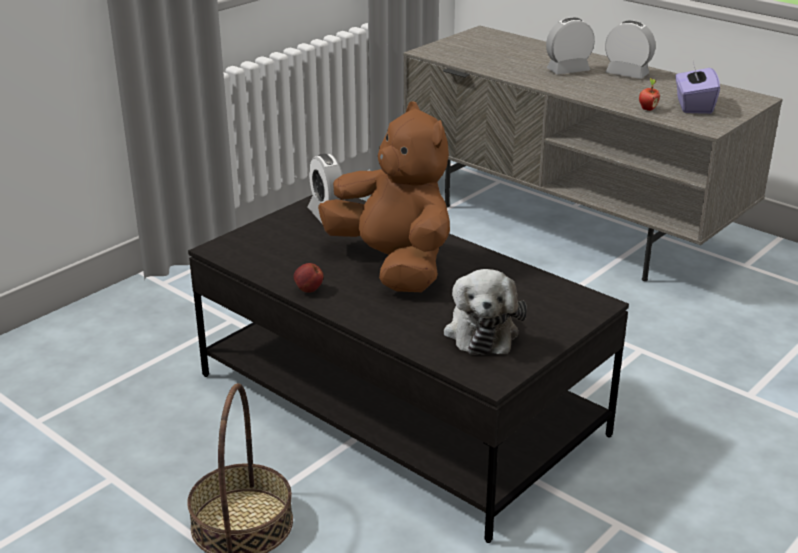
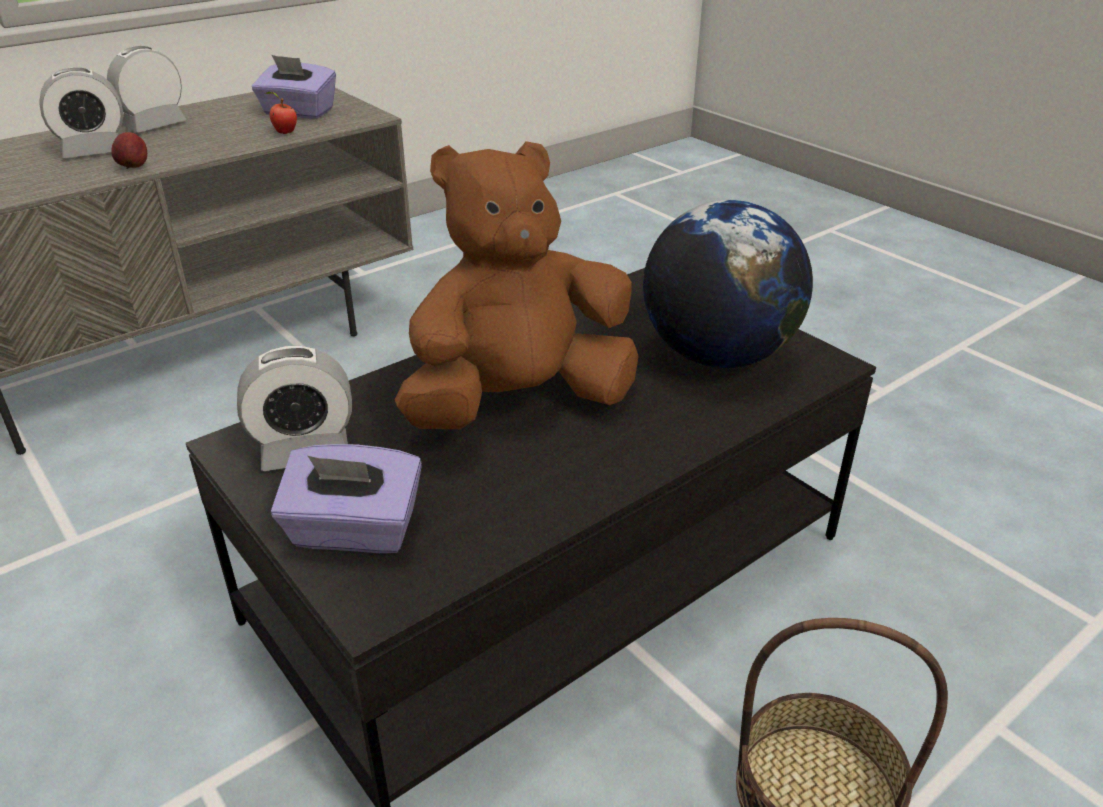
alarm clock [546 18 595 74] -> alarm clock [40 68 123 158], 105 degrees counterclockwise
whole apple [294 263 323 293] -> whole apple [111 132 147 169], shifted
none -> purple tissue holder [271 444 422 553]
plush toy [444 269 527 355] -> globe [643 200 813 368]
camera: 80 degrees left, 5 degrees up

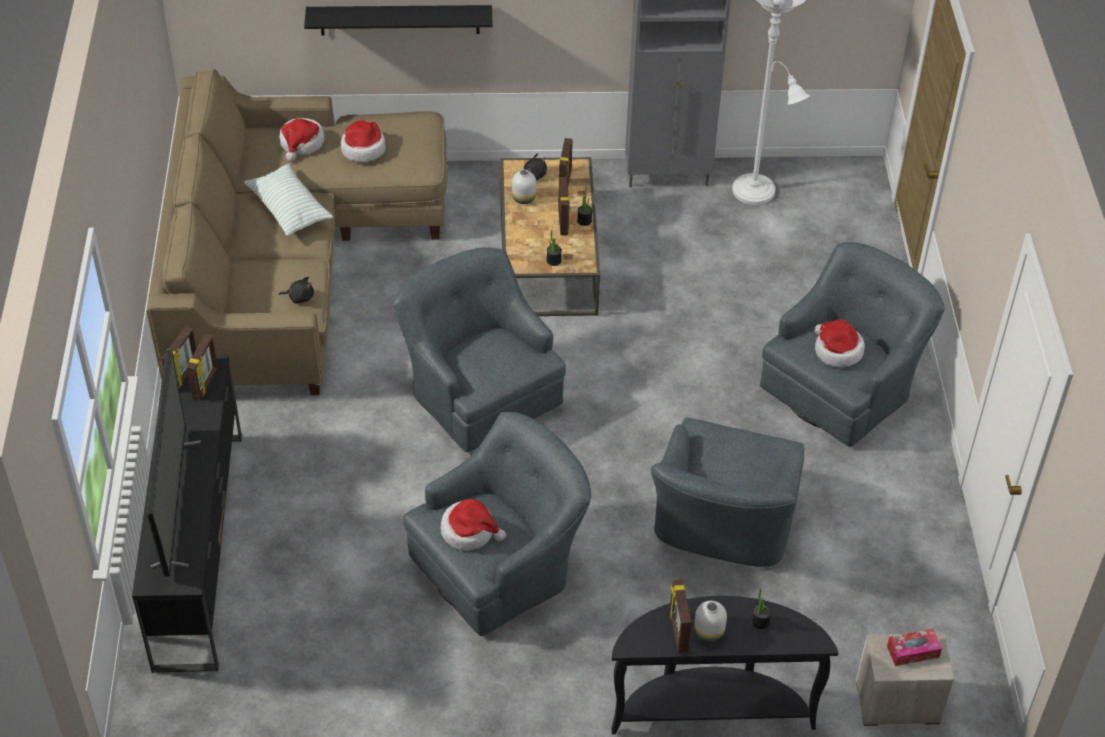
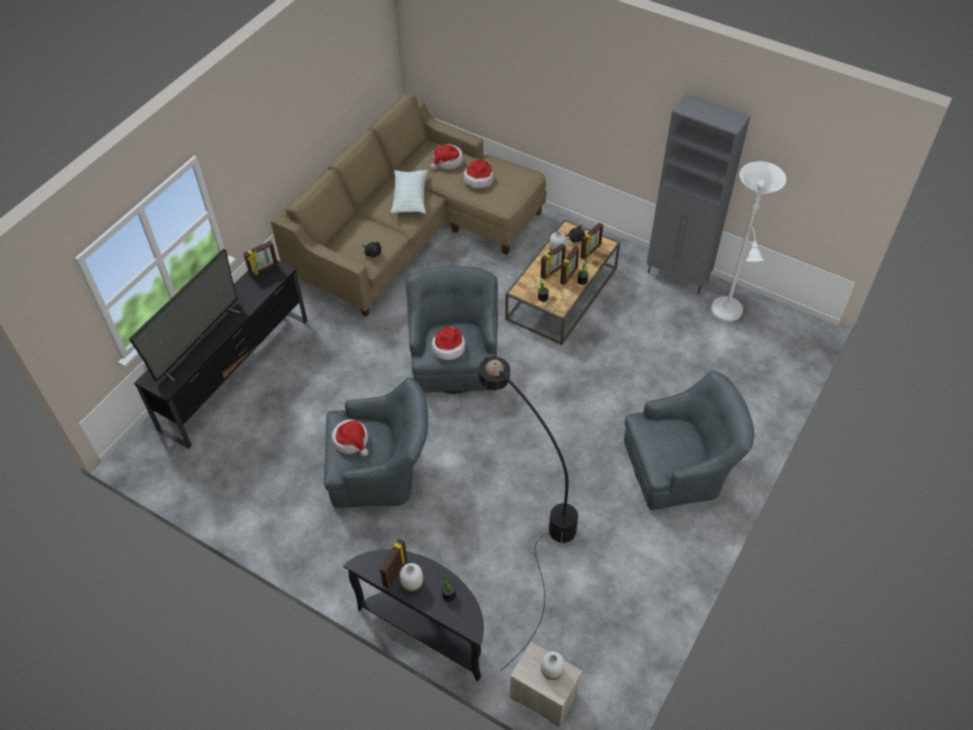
hat [815 319 865 368] -> hat [432 326 465 360], shifted
grey lounge chair [651 417 804 567] -> blackish floor lamp [478 357 578 671]
standing frame [186 334 218 400] -> standing frame [541 243 566 279], shifted
tissue holder [887 629 942 666] -> whitish vase [541 651 564 680]
blackish bracket shelf [304 5 493 36] -> none
camera: 35 degrees right, 5 degrees up

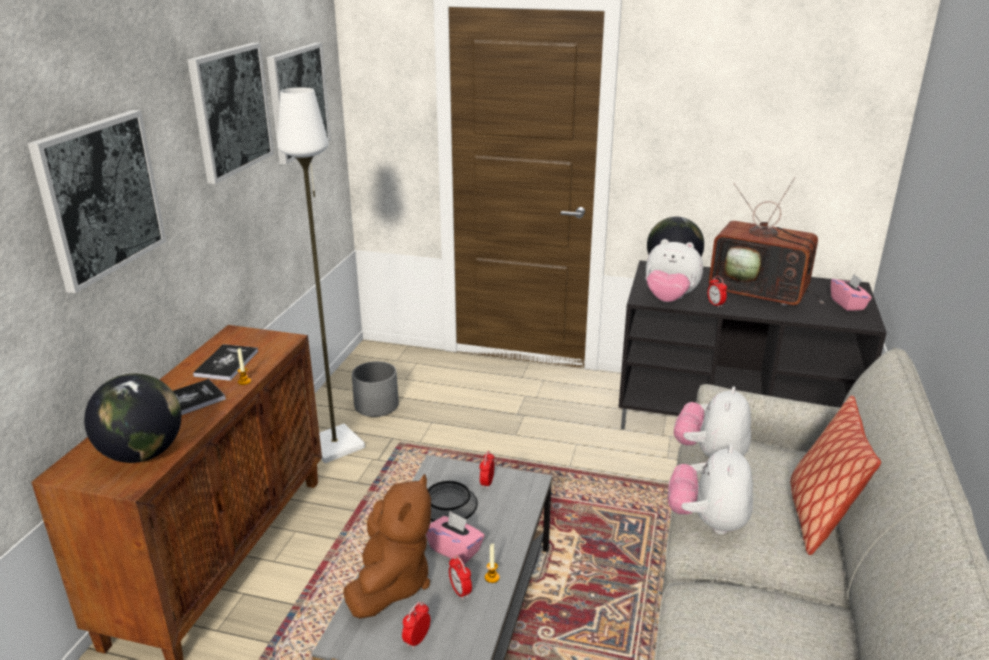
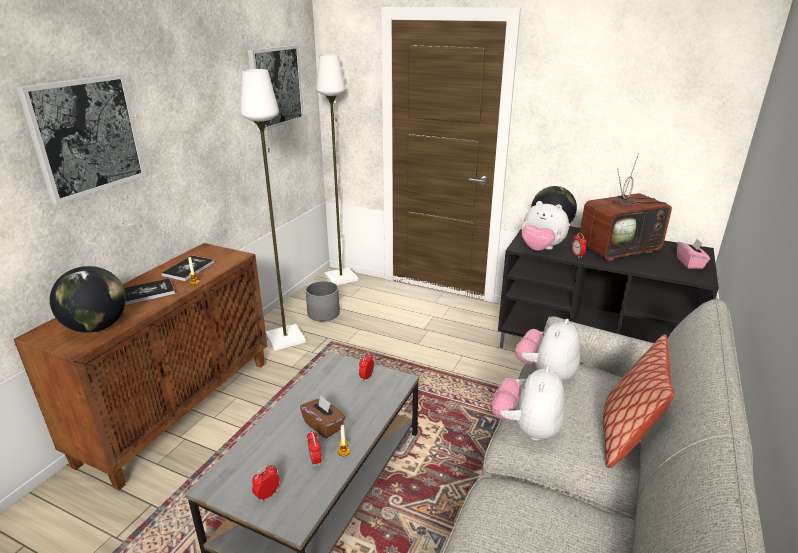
pinkish tissue holder [426 511 485 565] -> brown-coloured tissue holder [300 395 345 439]
none -> whitish floor lamp [316 55 358 285]
TV [709 177 824 307] -> TV [580 153 672 261], 60 degrees counterclockwise
wall art [188 43 274 184] -> none
brown-coloured plush toy [343 474 431 619] -> none
bowl [428 481 478 522] -> none
camera: 10 degrees right, 0 degrees up

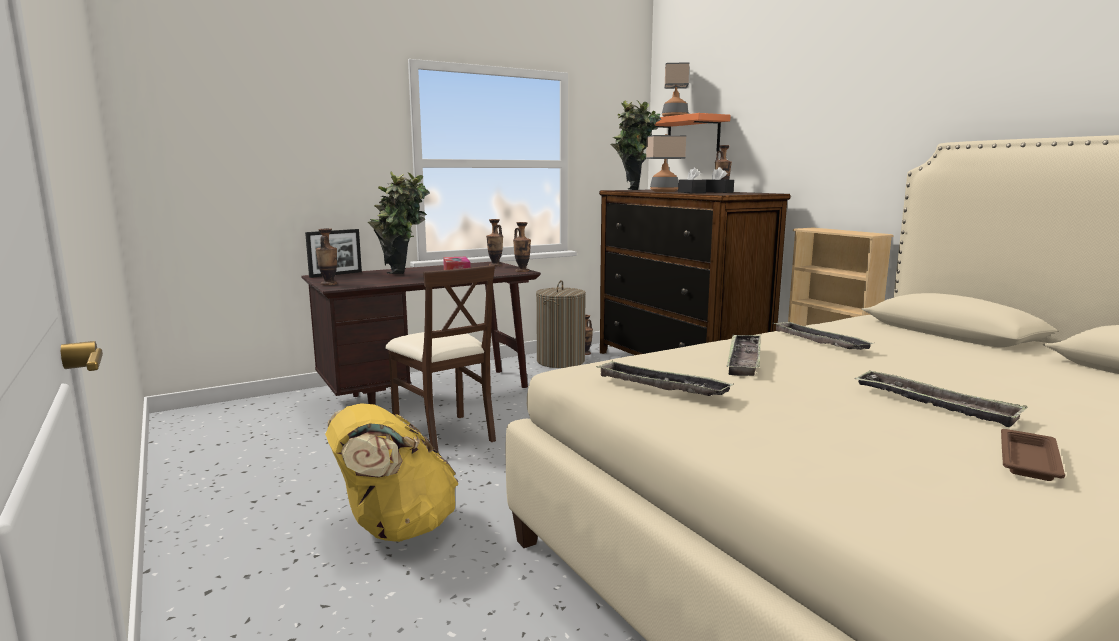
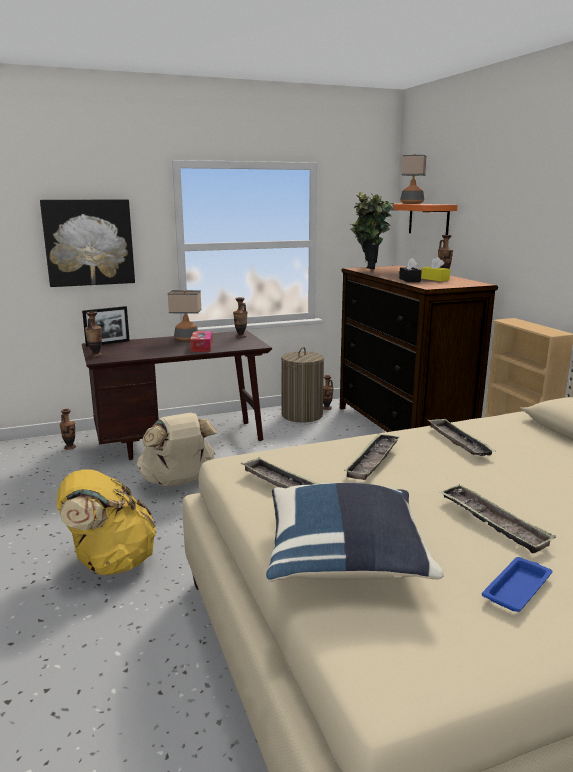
none -> wall art [40 199 135 287]
vase [513 222 531 272] -> vase [60 409 76 450], shifted
beige upright chair [385 265 496 451] -> beige rucksack [137 413 217 487]
tabletop lamp [646 134 686 192] -> tabletop lamp [168 290 201 341], shifted
none -> bluish pillow [266 483 444 582]
blackish tissue holder [706 167 734 193] -> yellow-coloured tissue holder [421 257 450 281]
brown-coloured carrying tray [1001 429 1065 481] -> bluish carrying tray [482 557 552 612]
plant in a pot [368 171 430 274] -> none
camera: 10 degrees right, 5 degrees up

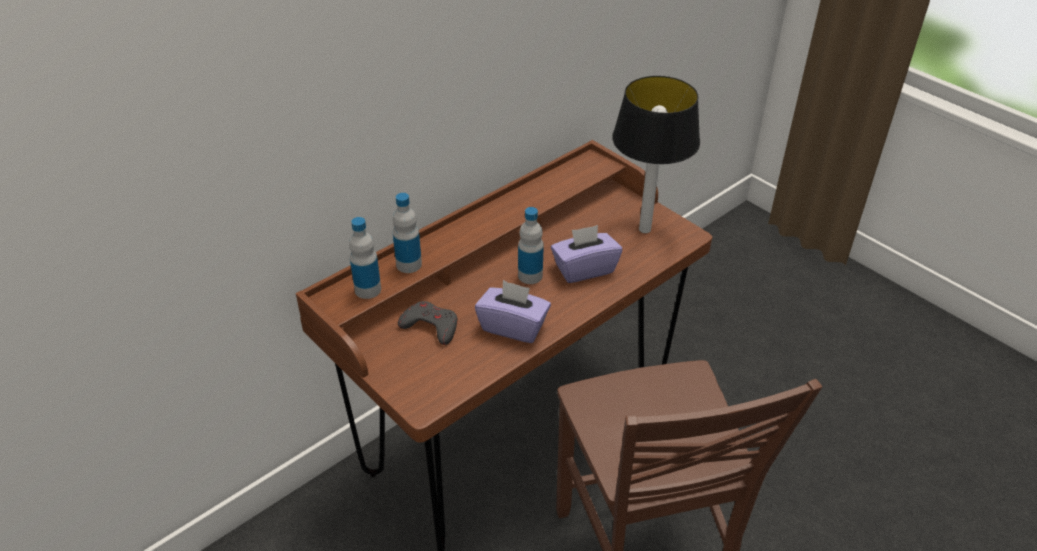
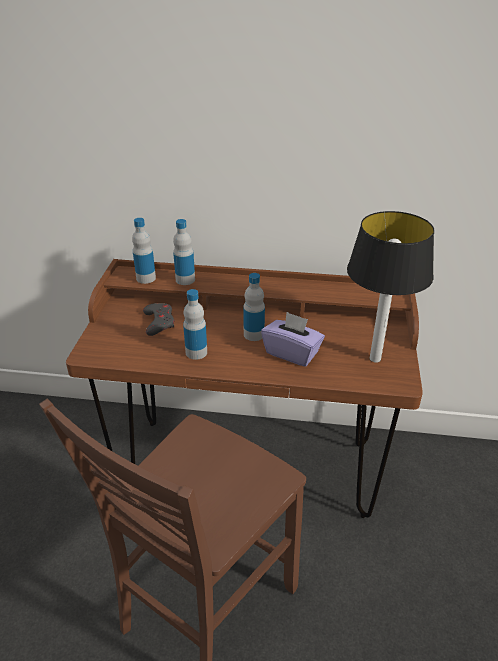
purple tissue holder [475 280 551 343] -> bottle [183 289 207 360]
camera: 50 degrees right, 5 degrees down

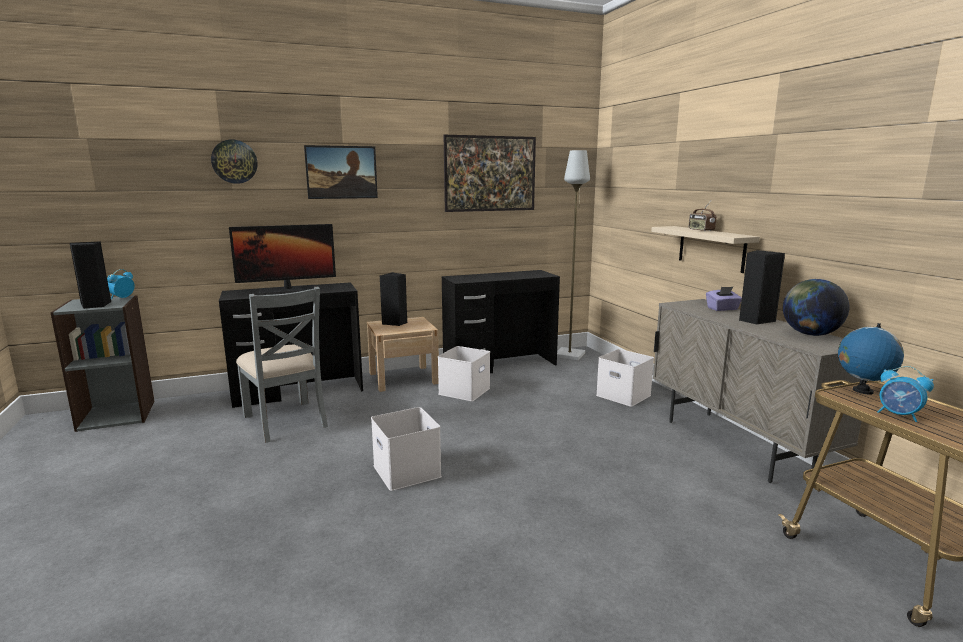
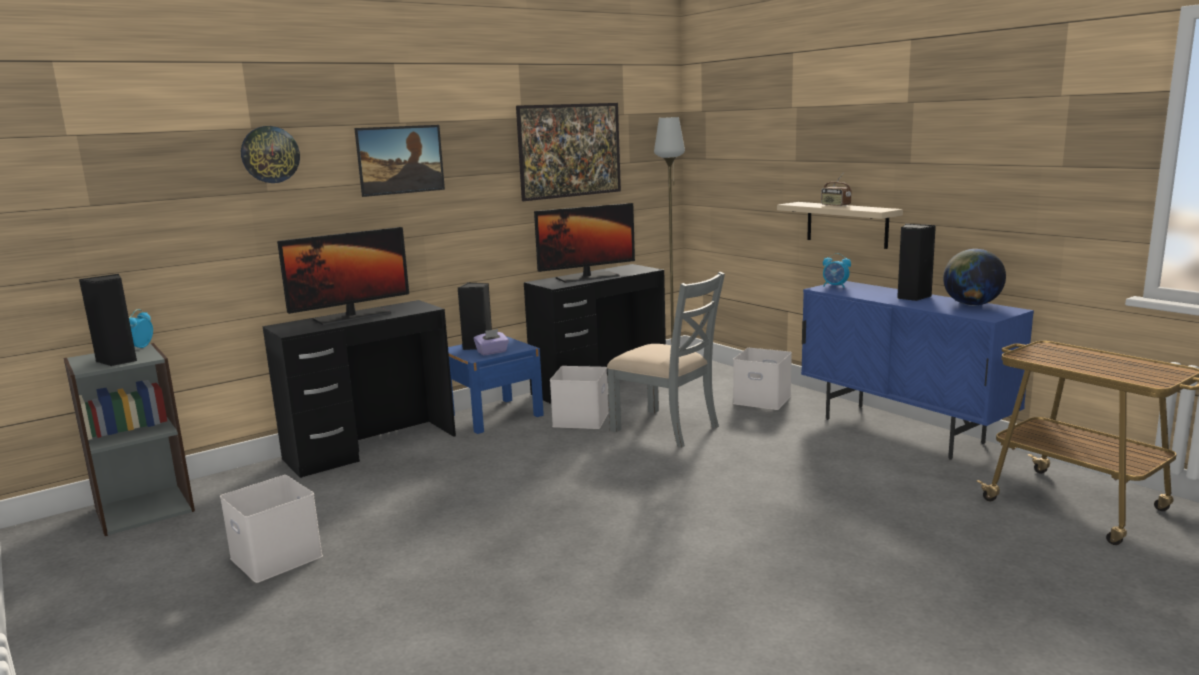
whitish storage container [371 407 442 491] -> whitish storage container [220 475 323 583], shifted
beige nightstand [367 317 439 392] -> bluish nightstand [448 336 544 434]
purple tissue holder [706 287 742 311] -> purple tissue holder [474 329 509 355], shifted
none -> monitor [534 203 635 283]
grey upright chair [236 286 328 443] -> grey upright chair [607 272 725 448], shifted
beige cupboard [653 299 861 483] -> bluish cupboard [801 281 1034 460]
alarm clock [878 366 934 422] -> alarm clock [823 253 851 288], shifted
globe [838 323 904 395] -> none
camera: 15 degrees left, 0 degrees up

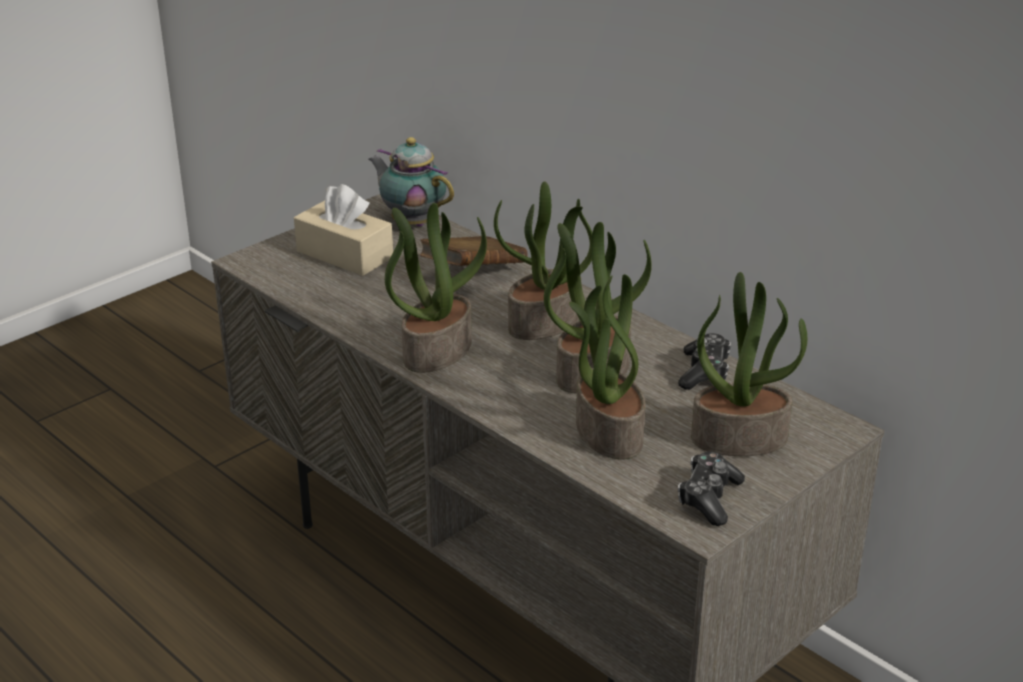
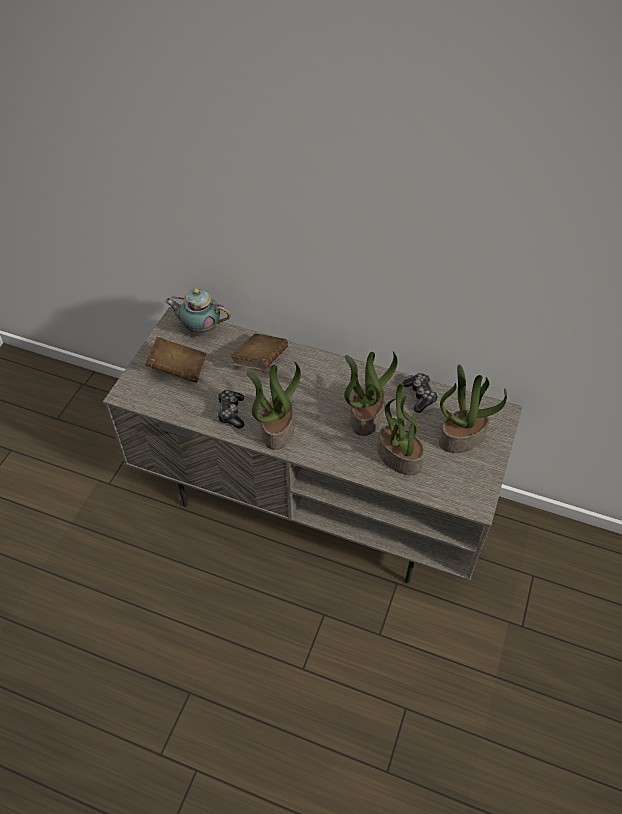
beige tissue holder [294 184 393 276] -> brown-coloured volume [145 337 207 383]
joypad [678 452 745 526] -> joypad [217 390 244 429], shifted
plant in a pot [494 181 592 340] -> none
camera: 25 degrees left, 20 degrees up

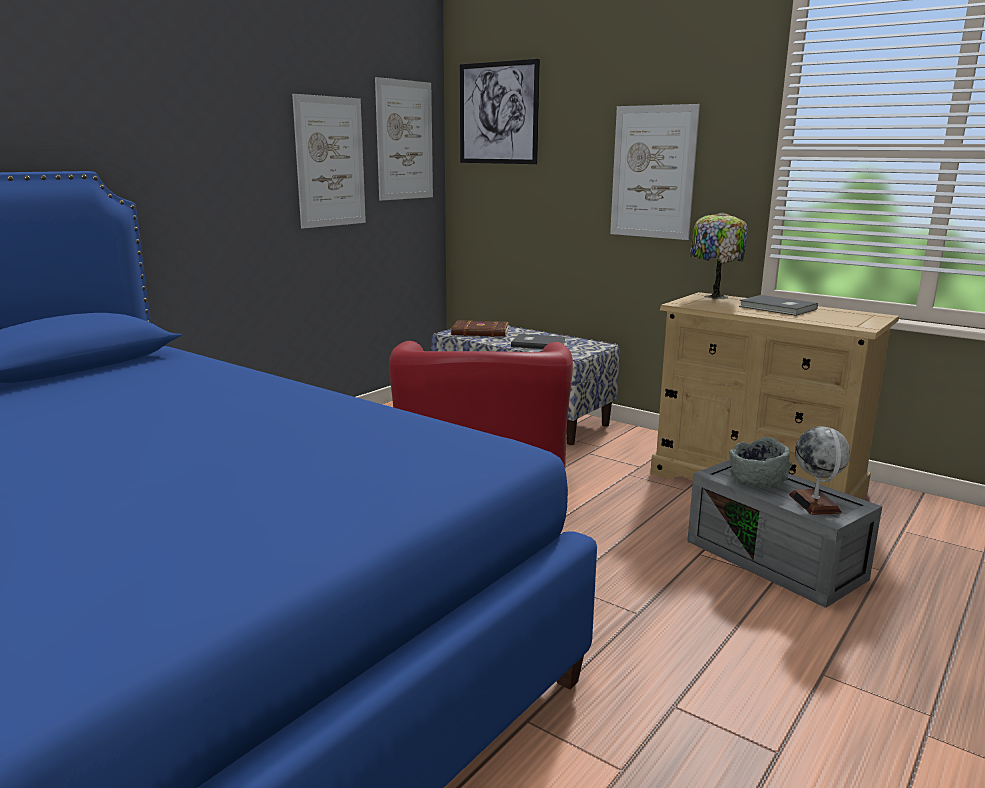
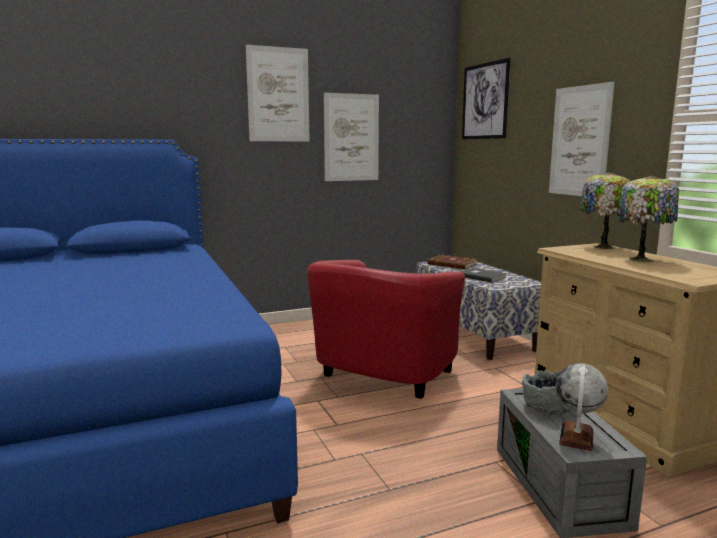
wall art [375 77 433 201] -> wall art [246 45 310 141], shifted
grey volume [739 295 818 316] -> tabletop lamp [619 176 679 262]
camera: 30 degrees right, 5 degrees down

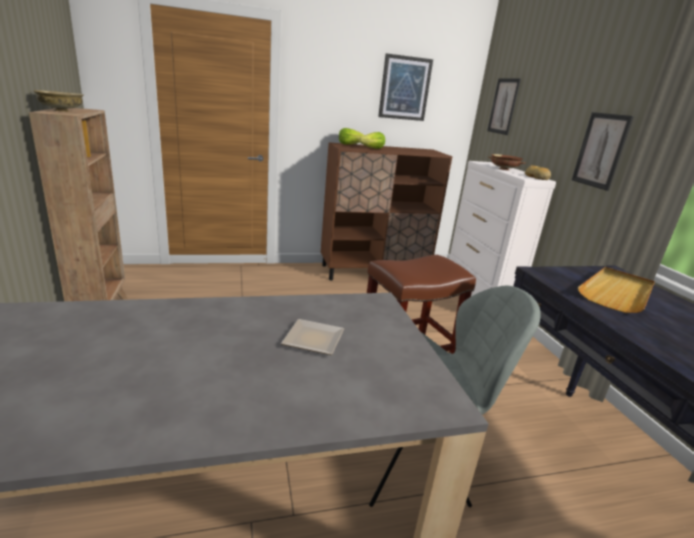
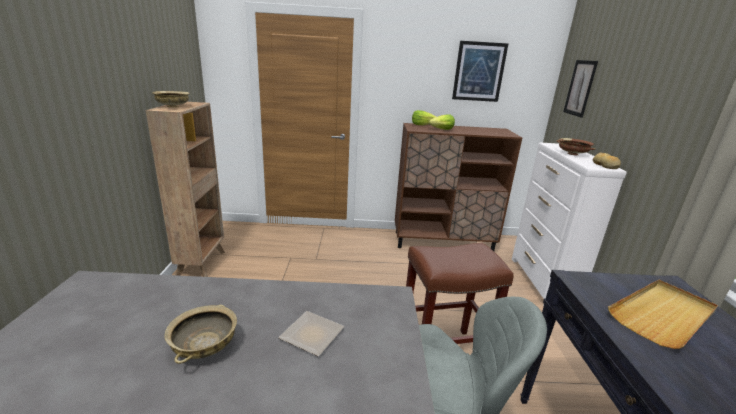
none -> beige bowl [164 305 237 364]
wall art [572 112 634 191] -> none
camera: 15 degrees right, 0 degrees up

